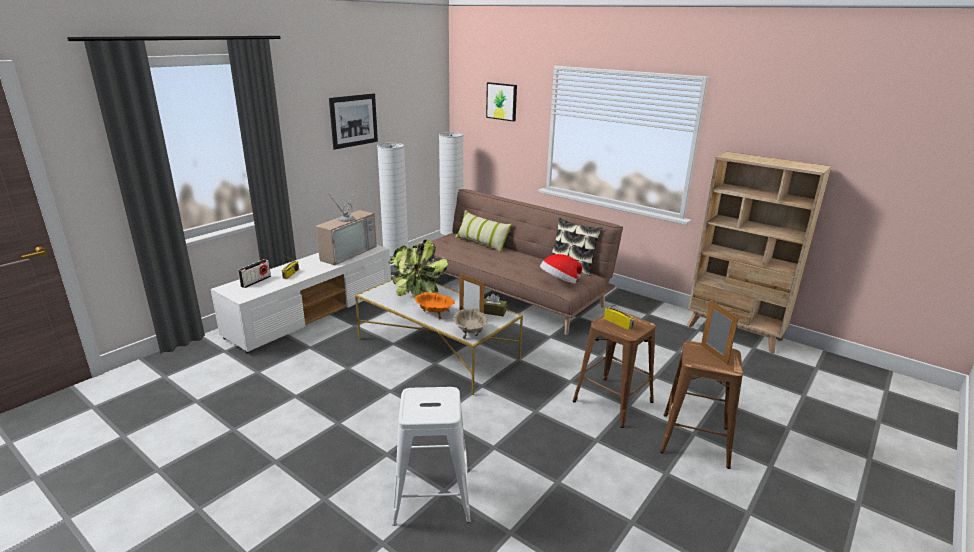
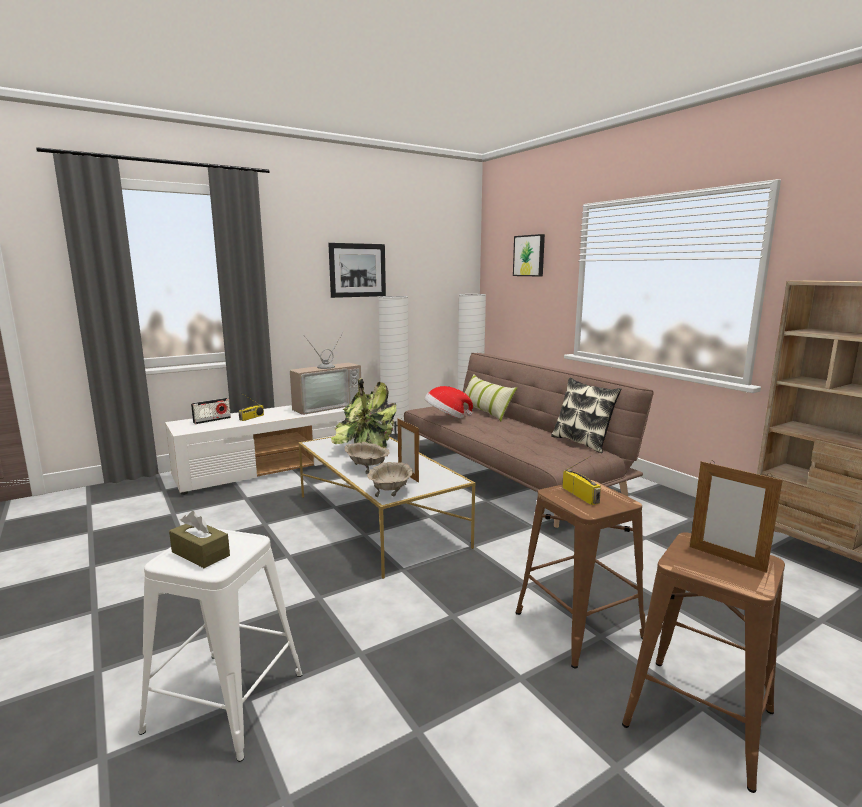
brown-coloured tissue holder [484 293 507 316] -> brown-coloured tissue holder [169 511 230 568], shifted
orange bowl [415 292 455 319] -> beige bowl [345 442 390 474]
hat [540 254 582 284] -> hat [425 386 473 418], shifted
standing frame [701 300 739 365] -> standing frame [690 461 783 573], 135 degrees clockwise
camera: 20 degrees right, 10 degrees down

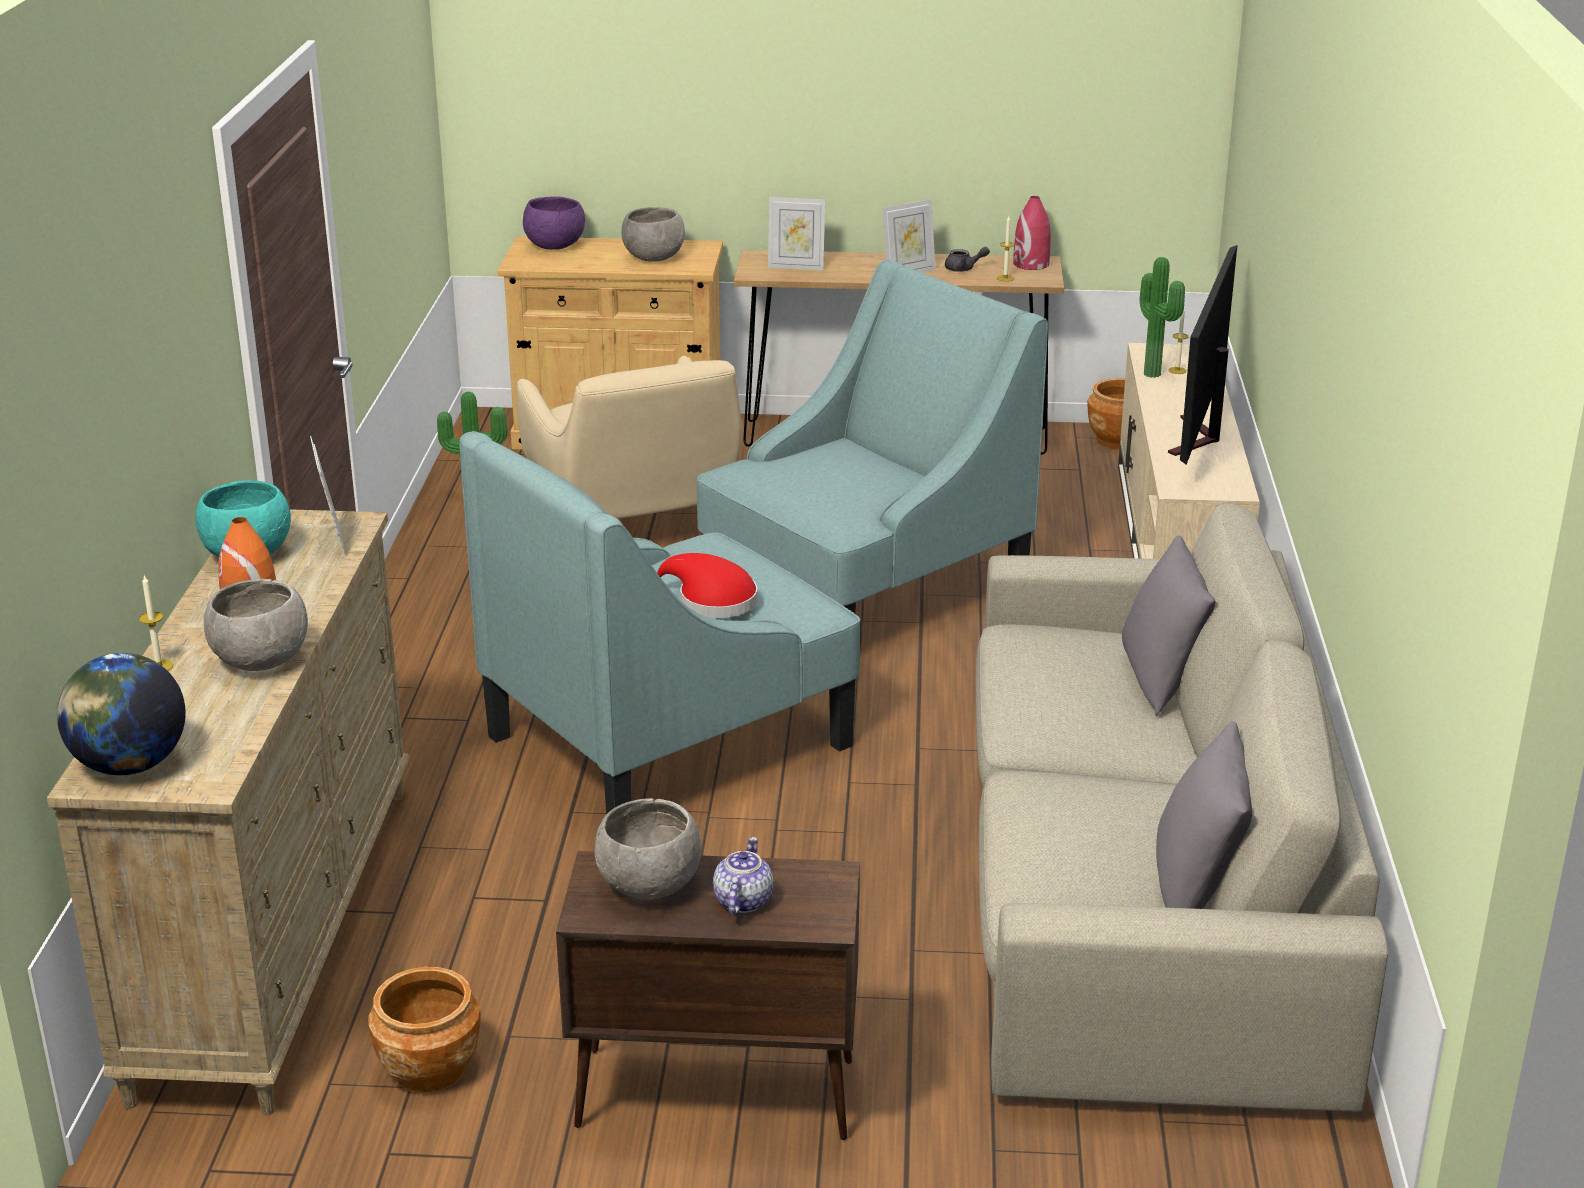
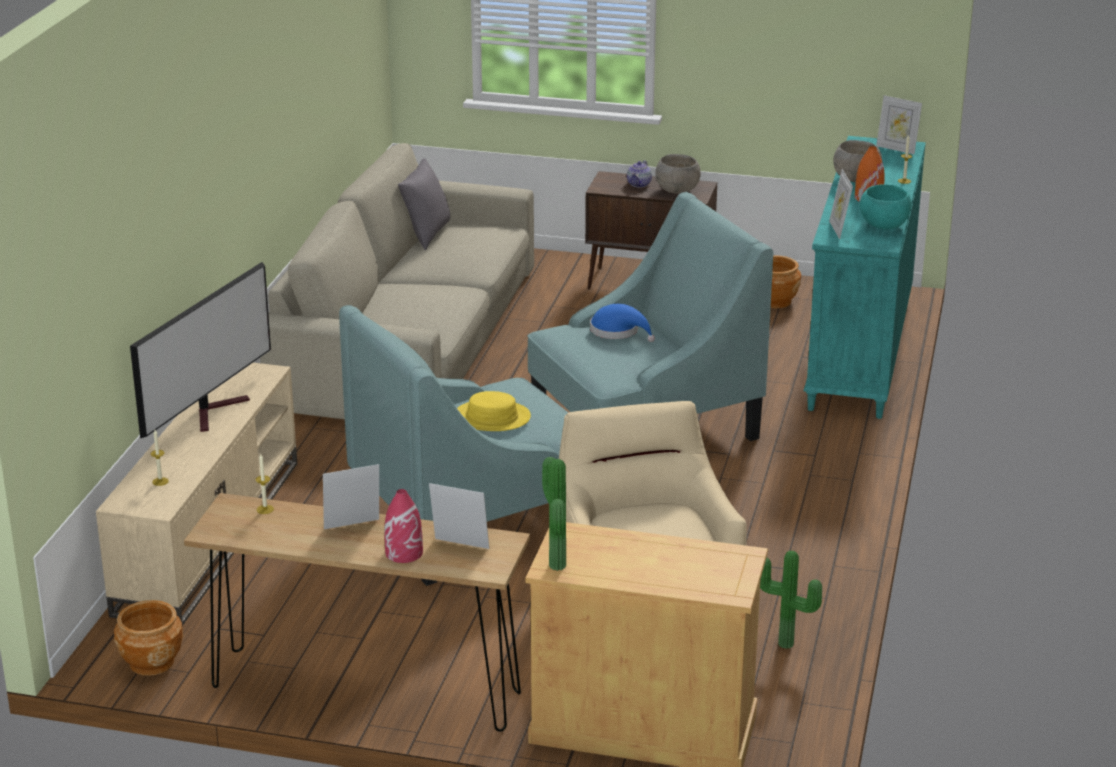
reddish vase [1013 196 1051 270] -> reddish vase [385 489 423 563], shifted
none -> yellow-coloured hat [457 391 531 431]
plant in a pot [1140 257 1185 378] -> plant in a pot [542 457 566 571], shifted
reddish hat [657 553 758 618] -> bluish hat [590 304 655 342]
beige drawer chest [47 509 410 1116] -> turquoise drawer chest [804 136 926 419]
globe [57 653 185 775] -> standing frame [876 95 922 154]
purple bowl [523 196 585 250] -> none
grey bowl [621 207 685 262] -> none
grey pot for tea [945 247 990 272] -> none
grey pillow [1122 535 1215 716] -> none
camera: 170 degrees left, 0 degrees up

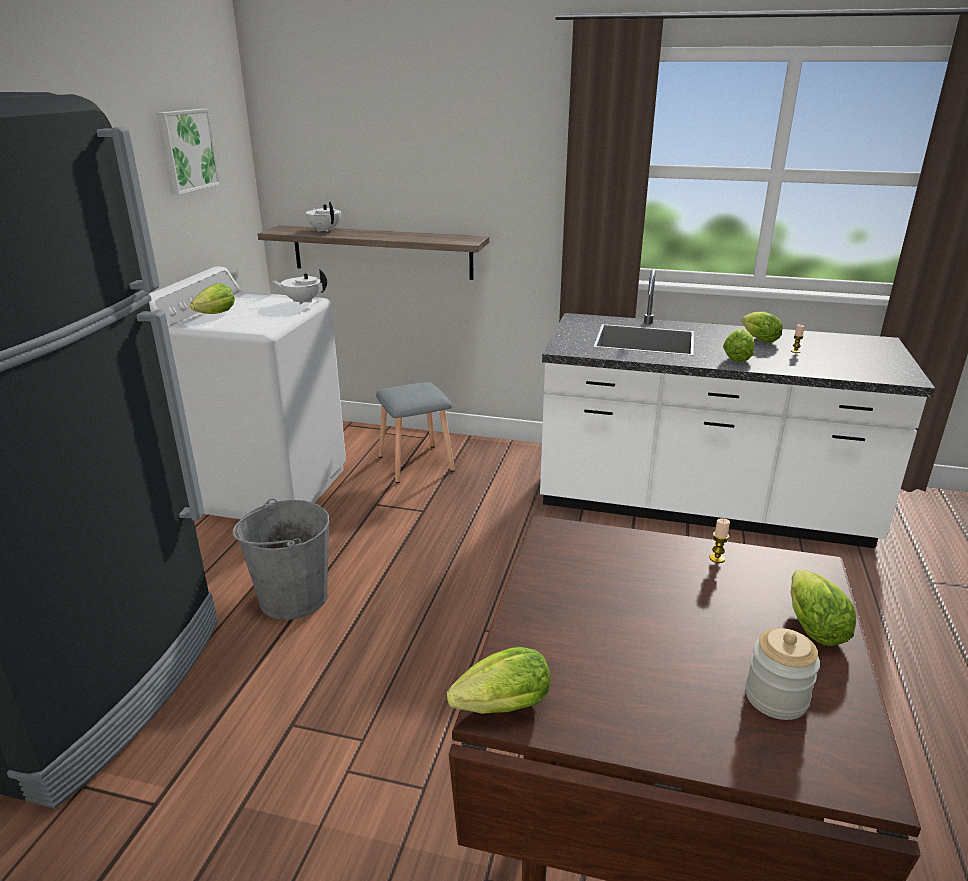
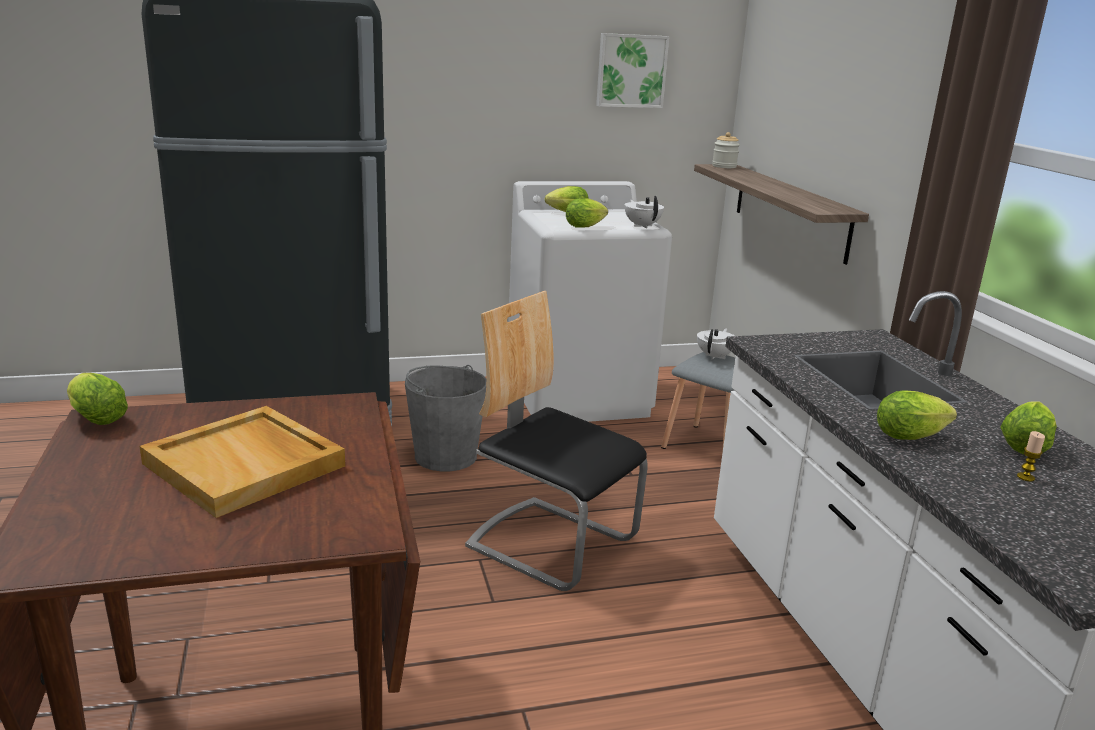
none -> beige carrying tray [140 406 345 518]
none -> upright chair [465 291 648 591]
lettuce head [791 570 856 646] -> lettuce head [566 198 608 228], shifted
whitish pot for tea [306 202 341 232] -> whitish pot for tea [697 328 735 360], shifted
preserve jar [745 628 820 720] -> preserve jar [712 132 740 168], shifted
wax light [709 518 730 563] -> none
camera: 60 degrees right, 5 degrees down

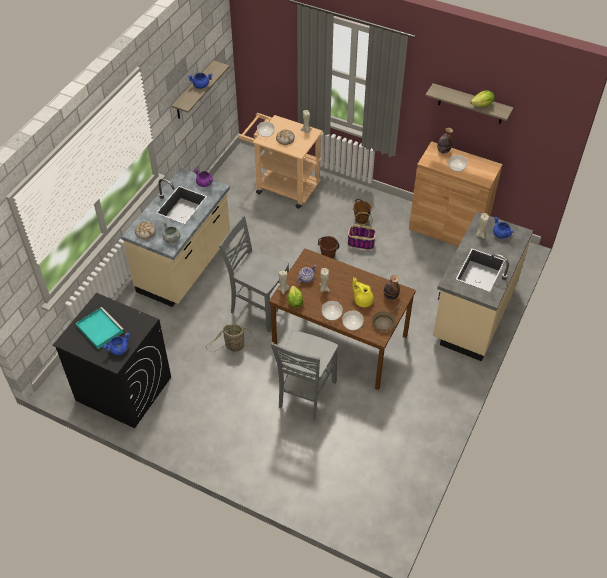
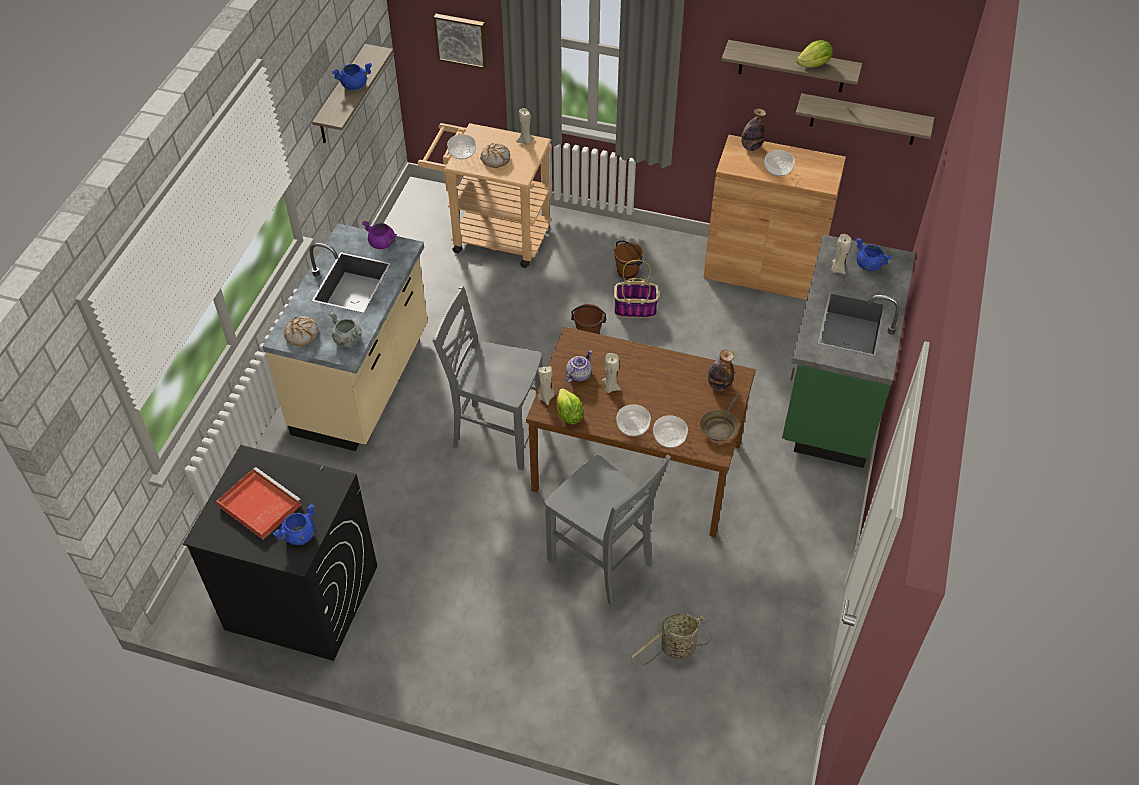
turquoise carrying tray [76 307 124 349] -> reddish carrying tray [216 467 301 540]
none -> wall art [434 14 487 69]
grey upright chair [271 330 338 420] -> grey upright chair [545 454 671 605], 60 degrees counterclockwise
household basket [205 324 255 352] -> household basket [629 614 712 667], shifted
beige kitchen counter [433 212 533 361] -> green-coloured kitchen counter [782 234 915 468]
none -> bracket shelf [796 93 934 145]
yellow-coloured pot for tea [352 277 374 307] -> none
camera: 10 degrees left, 0 degrees up

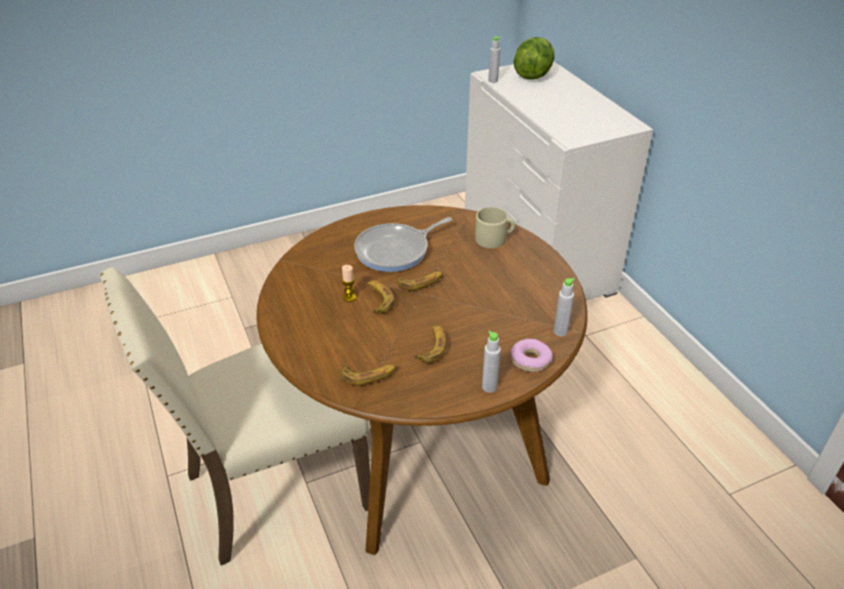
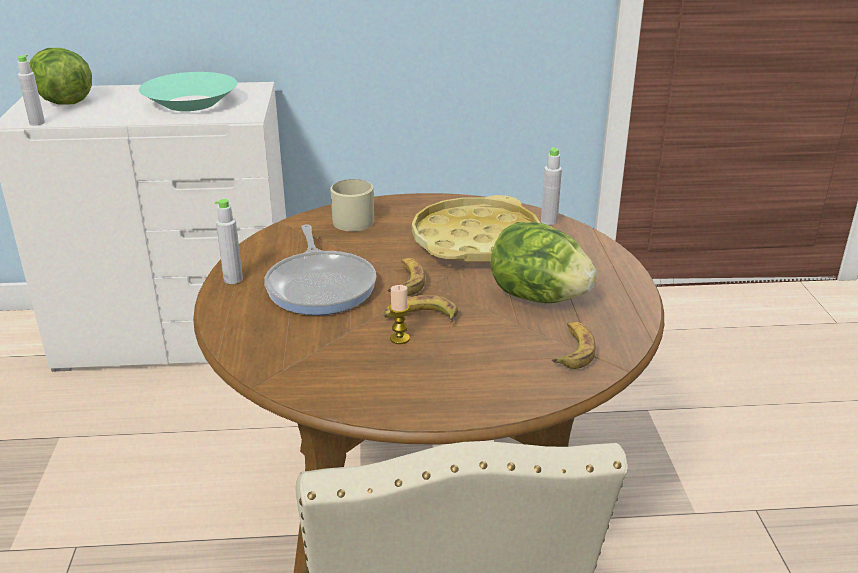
none -> turquoise bowl [139 72 237 111]
grey bottle [482 331 501 393] -> grey bottle [215 199 243 284], shifted
none -> yellow-coloured carrying tray [412 195 540 262]
banana [414 325 447 364] -> lettuce head [490 222 597 303]
ring doughnut [511 339 553 372] -> none
camera: 70 degrees left, 10 degrees down

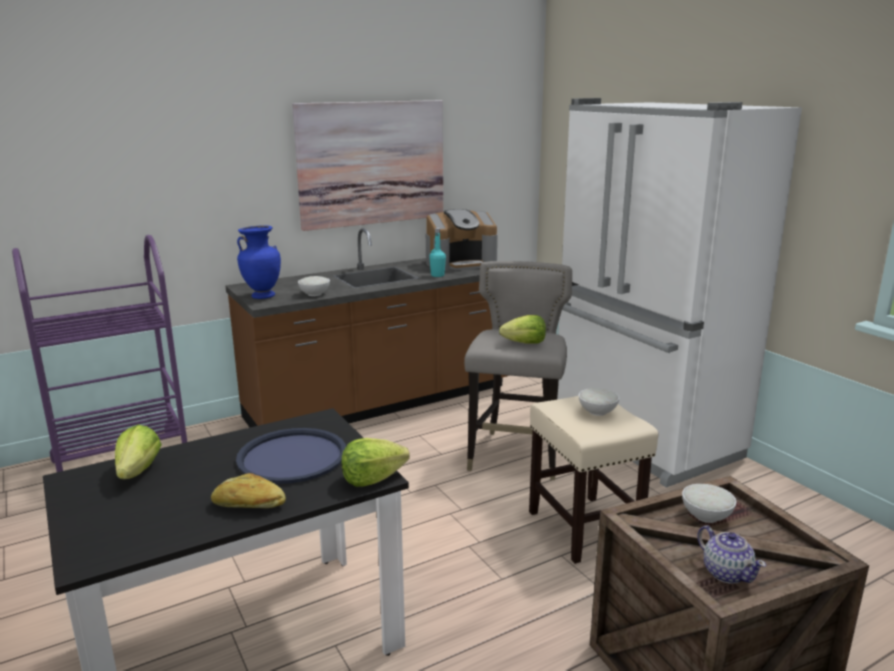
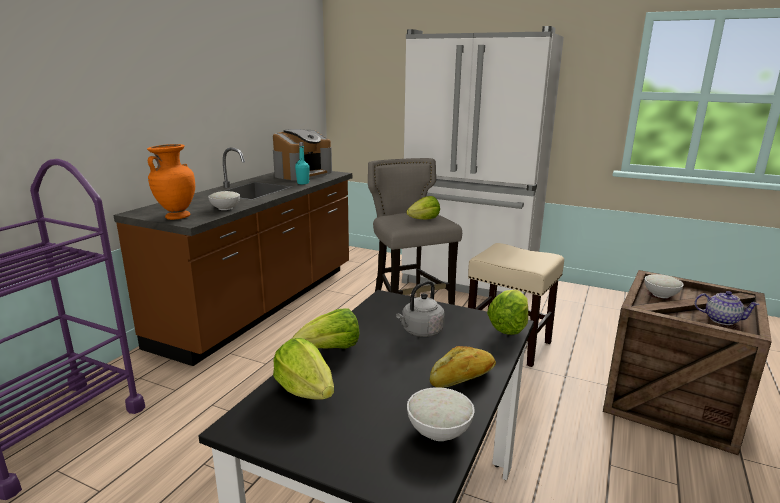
bluish vase [237 225 281 299] -> orange vase [147 144 195 220]
none -> lettuce head [292 308 360 349]
bluish carrying tray [236 428 346 484] -> grey kettle [396 281 445 337]
whitish bowl [579 388 619 416] -> whitish bowl [407 387 474 441], shifted
wall art [292 100 443 231] -> none
camera: 35 degrees left, 0 degrees up

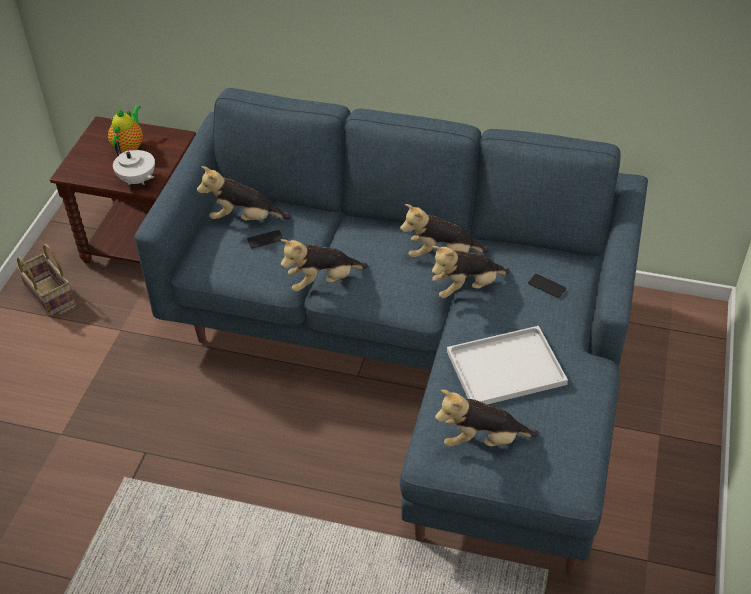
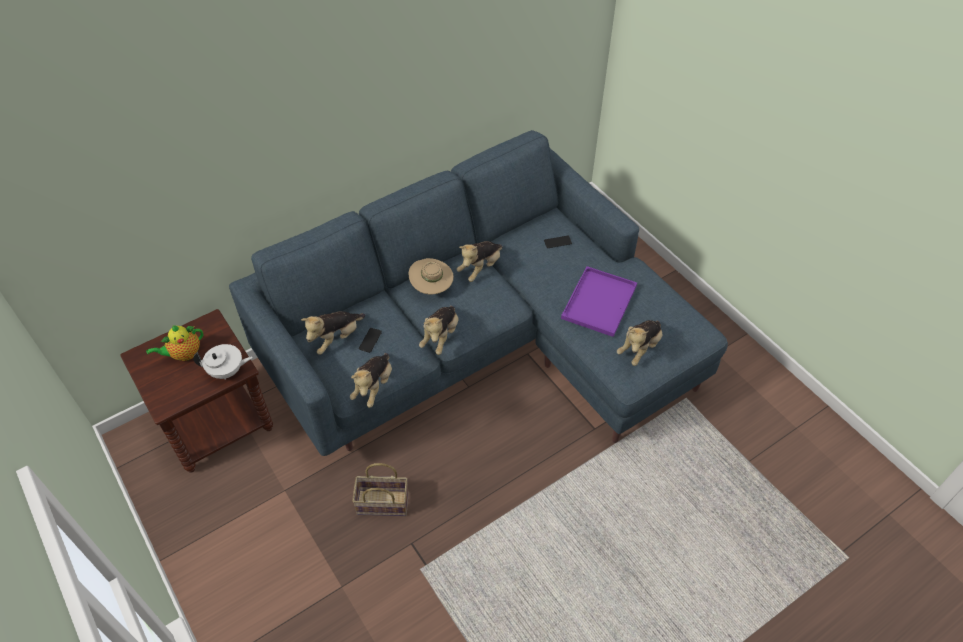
pot for tea [108 105 143 153] -> pot for tea [146 325 203 361], 90 degrees counterclockwise
plush toy [432 246 510 298] -> plush toy [350 353 392 408], shifted
household basket [17 244 75 317] -> household basket [352 463 409 516], shifted
none -> beige hat [409 258 454 294]
whitish carrying tray [447 326 568 405] -> purple carrying tray [561 266 637 337]
camera: 50 degrees left, 5 degrees up

